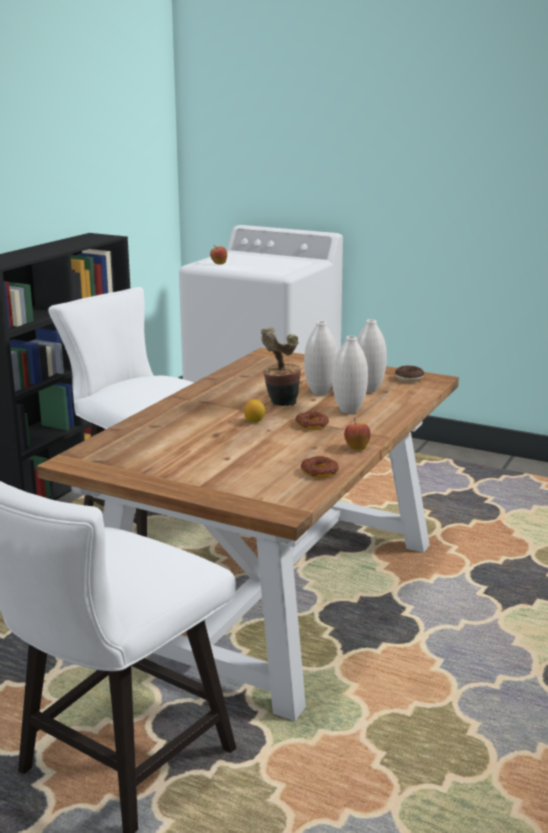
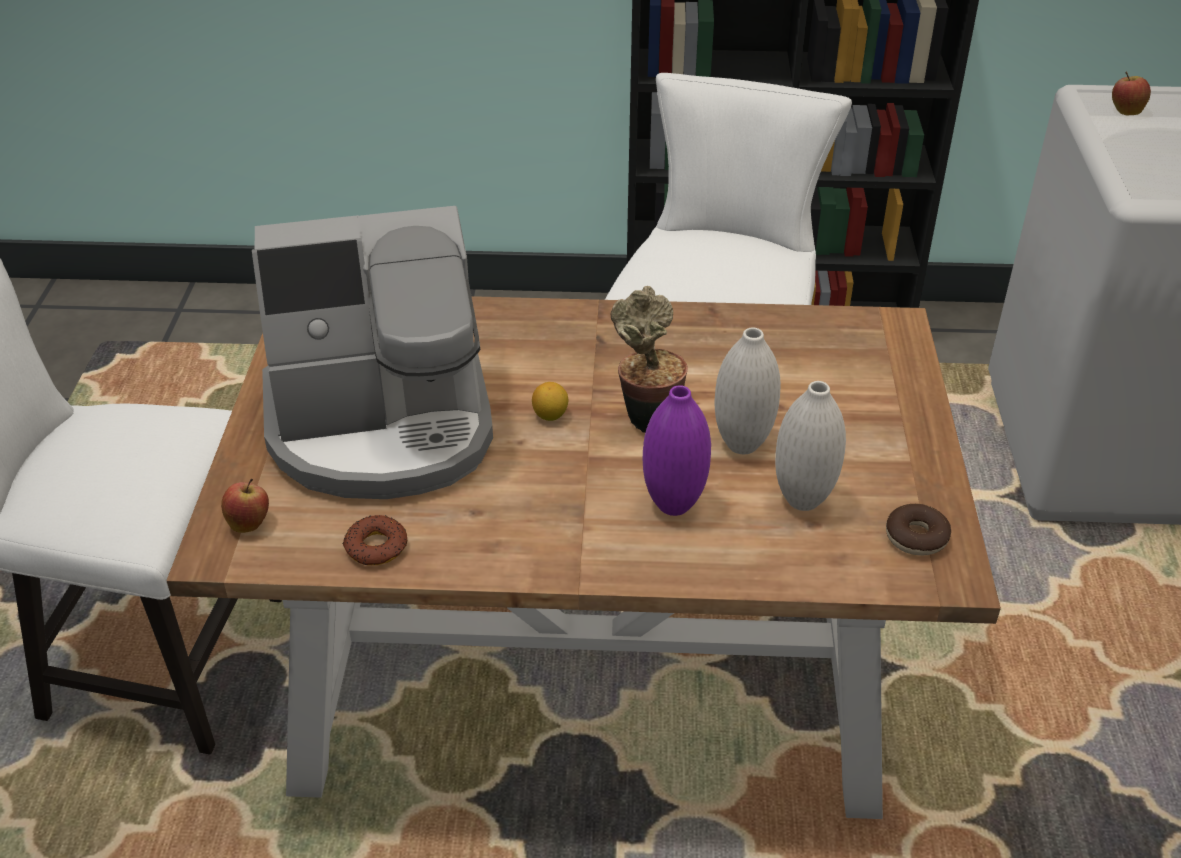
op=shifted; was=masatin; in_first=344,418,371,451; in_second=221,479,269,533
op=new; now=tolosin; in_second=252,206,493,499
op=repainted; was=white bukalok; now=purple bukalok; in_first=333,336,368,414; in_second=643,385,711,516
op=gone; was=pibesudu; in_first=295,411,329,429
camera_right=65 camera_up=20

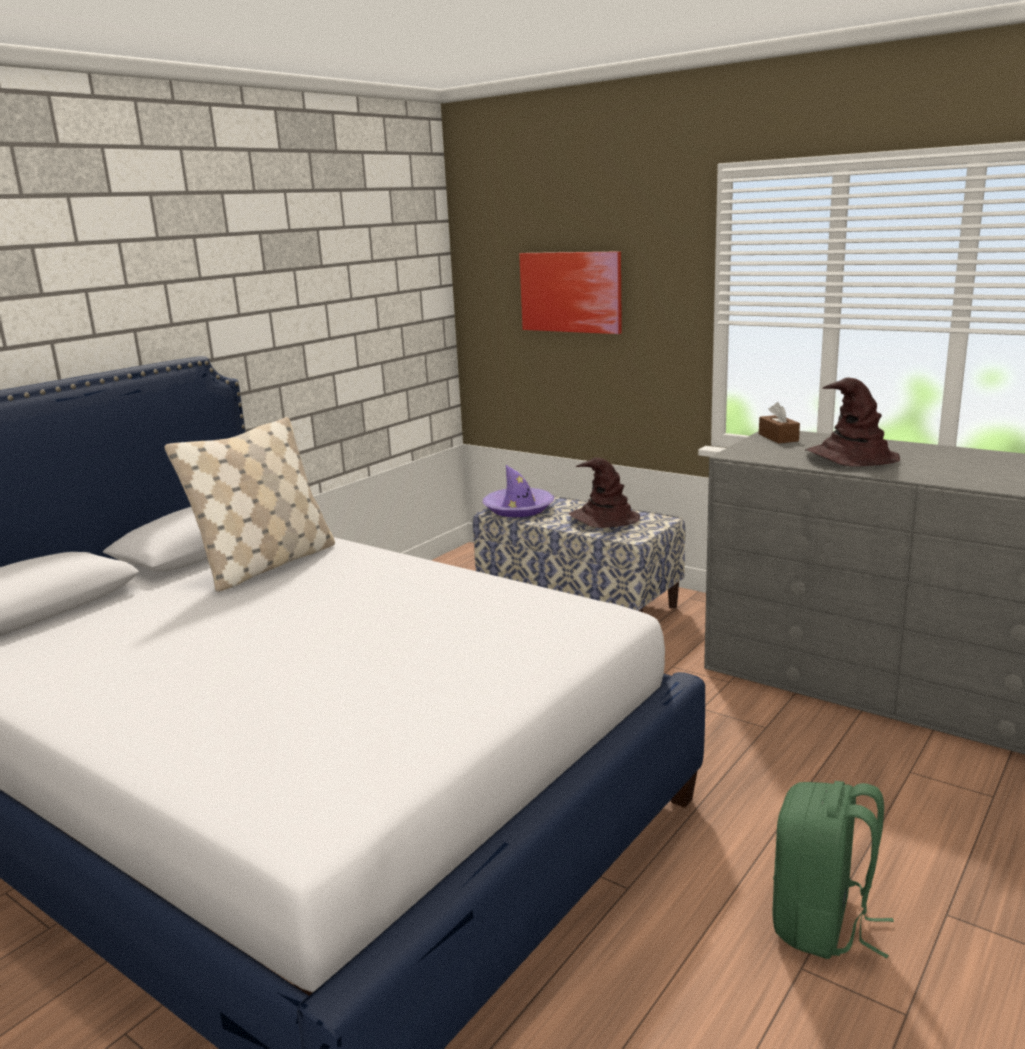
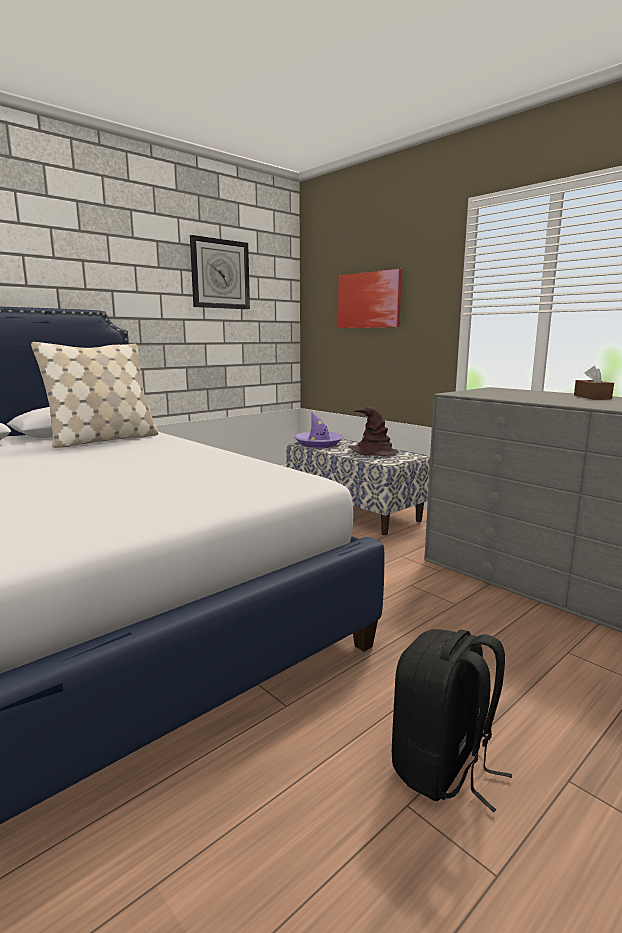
op=new; now=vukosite; in_second=190,235,250,309
op=repainted; was=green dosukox; now=black dosukox; in_first=772,781,894,959; in_second=392,629,512,812
op=shifted; was=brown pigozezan; in_first=759,402,800,444; in_second=574,366,614,399
op=gone; was=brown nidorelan; in_first=805,378,900,467
camera_right=10 camera_up=-5

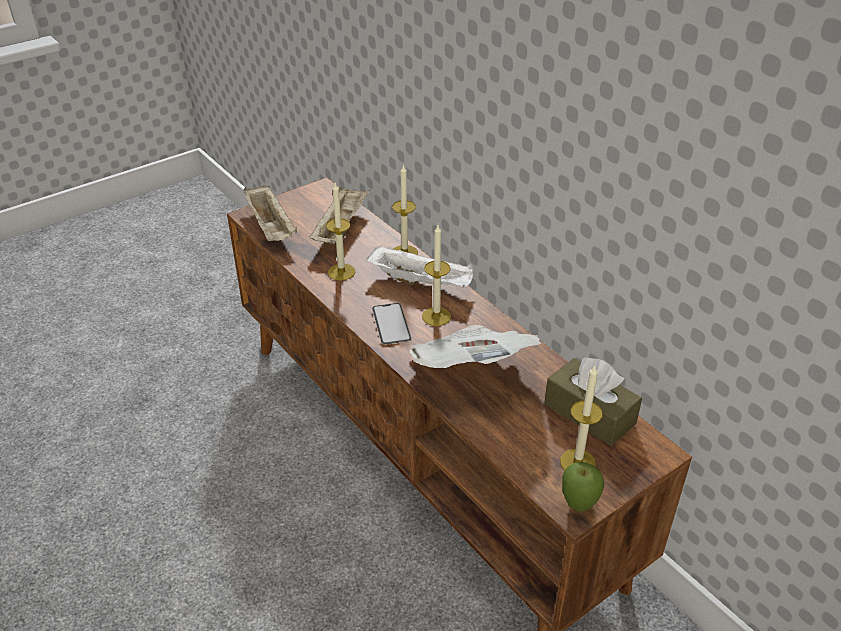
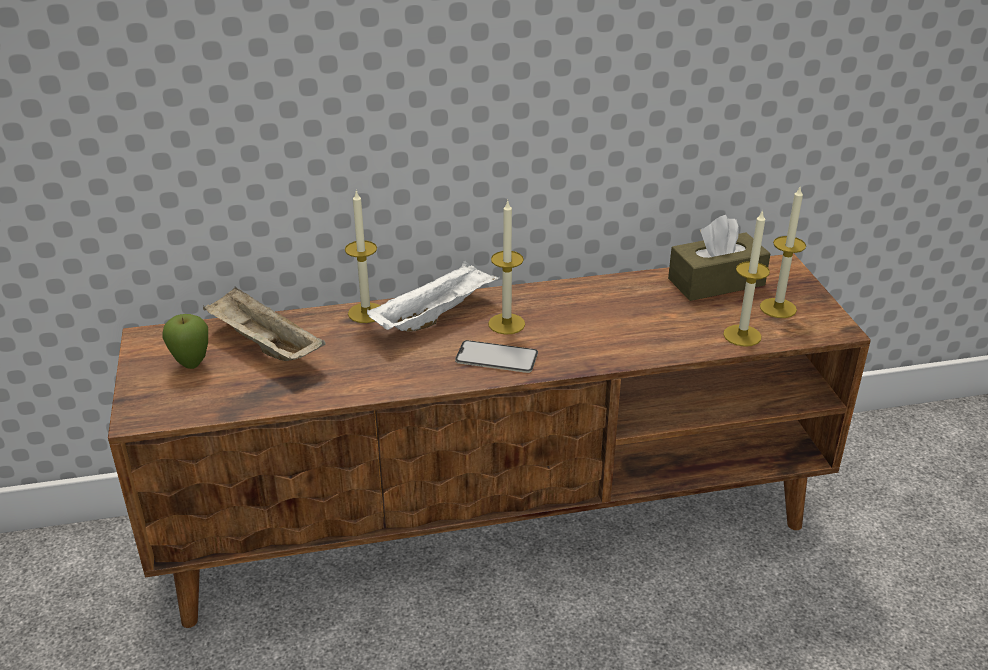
op=shifted; was=masatin; in_first=562,462,604,511; in_second=162,314,208,369
op=shifted; was=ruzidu; in_first=326,183,355,281; in_second=723,210,770,347
op=gone; was=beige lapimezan; in_first=244,185,297,241
op=gone; was=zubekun; in_first=409,325,541,368
camera_right=-65 camera_up=-5

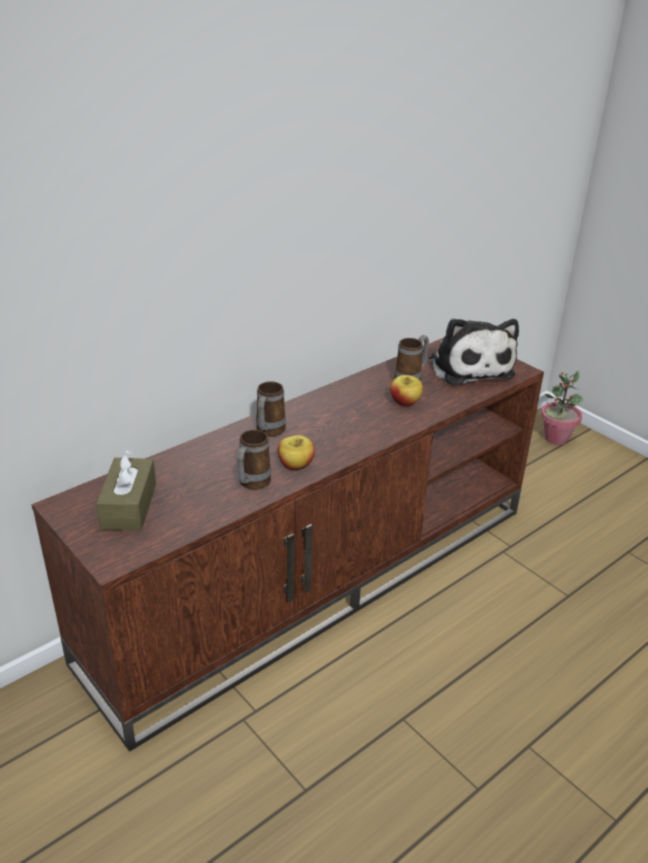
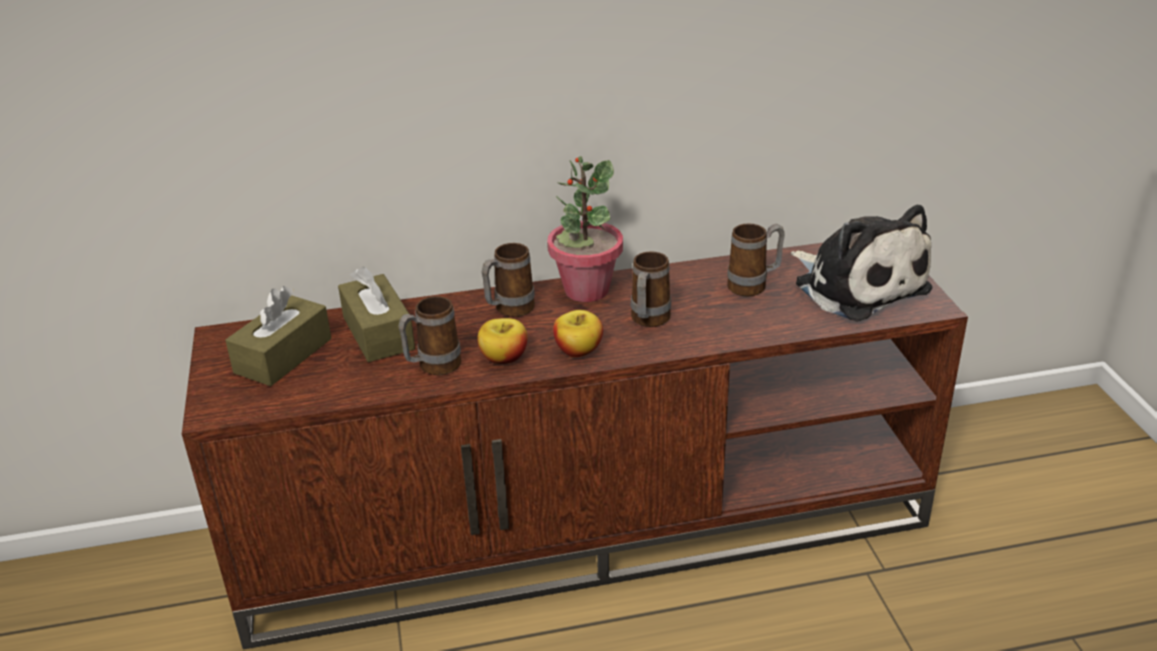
op=new; now=brown pigozezan; in_second=338,267,415,362
op=shifted; was=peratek; in_first=541,371,584,445; in_second=547,156,623,302
op=shifted; was=masatin; in_first=390,375,423,407; in_second=553,310,603,357
op=new; now=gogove; in_second=631,251,671,327
op=rotated; was=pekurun; in_first=429,318,519,385; in_second=791,205,932,322; clockwise=-45
camera_right=30 camera_up=0

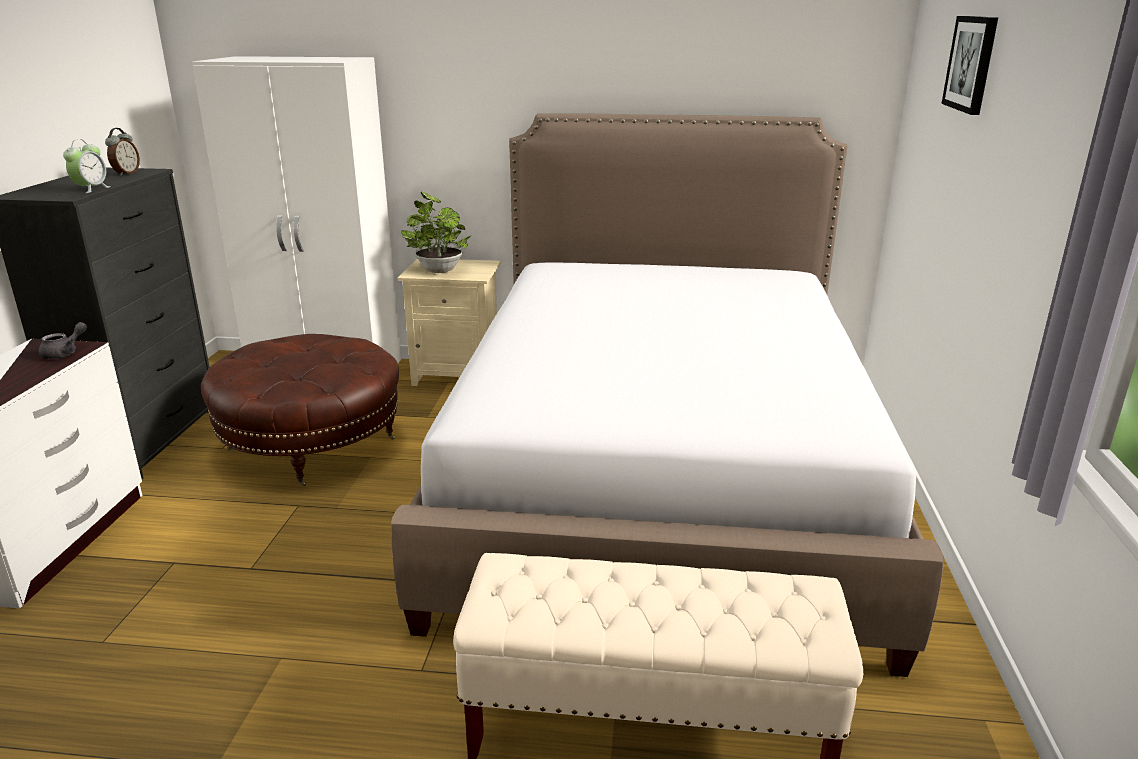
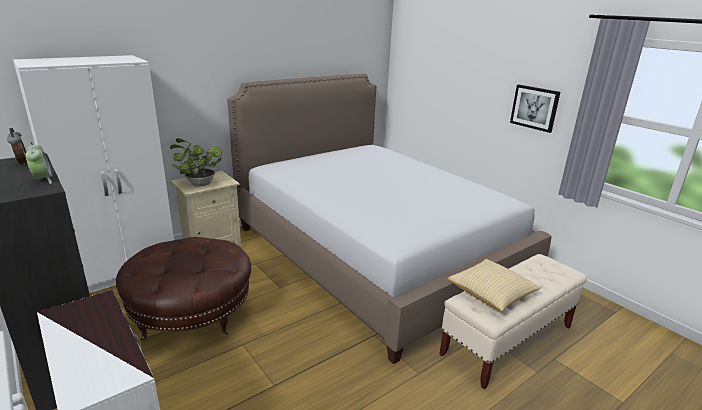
op=new; now=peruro; in_second=448,259,541,312
op=shifted; was=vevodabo; in_first=941,16,998,115; in_second=510,84,560,133
op=gone; was=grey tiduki; in_first=39,322,87,359
camera_right=-45 camera_up=0

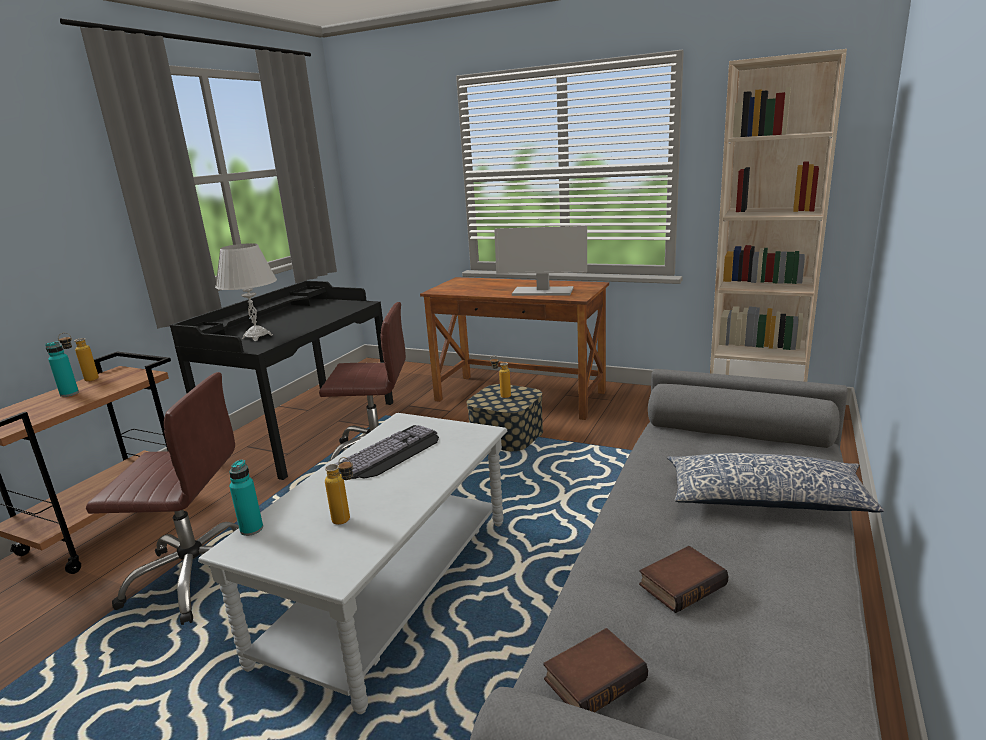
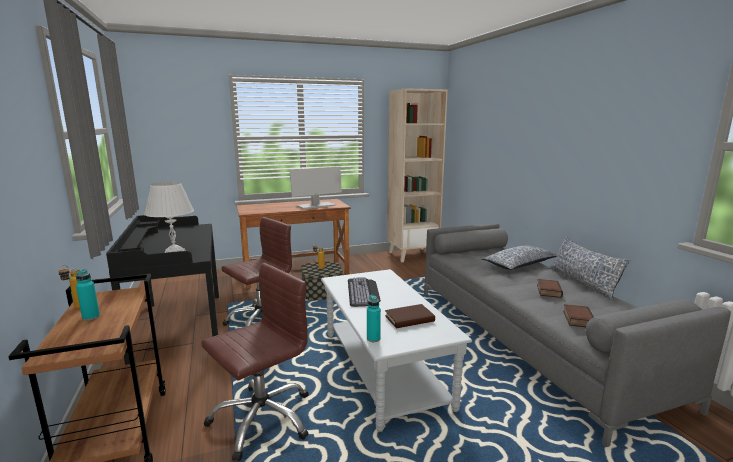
op=swapped; was=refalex; now=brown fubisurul; in_first=325,457,353,525; in_second=385,304,435,328
op=new; now=peruro; in_second=549,236,630,300
camera_right=-45 camera_up=-5

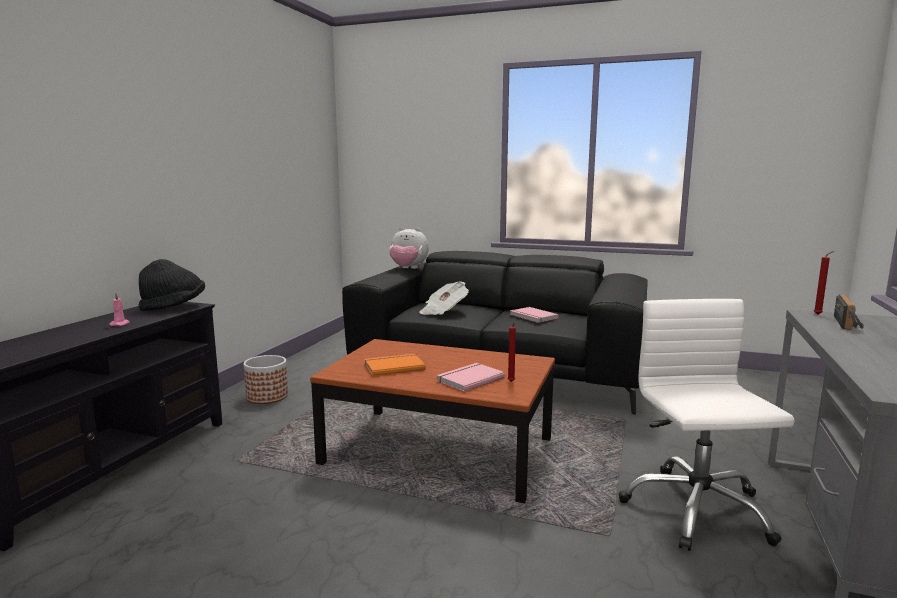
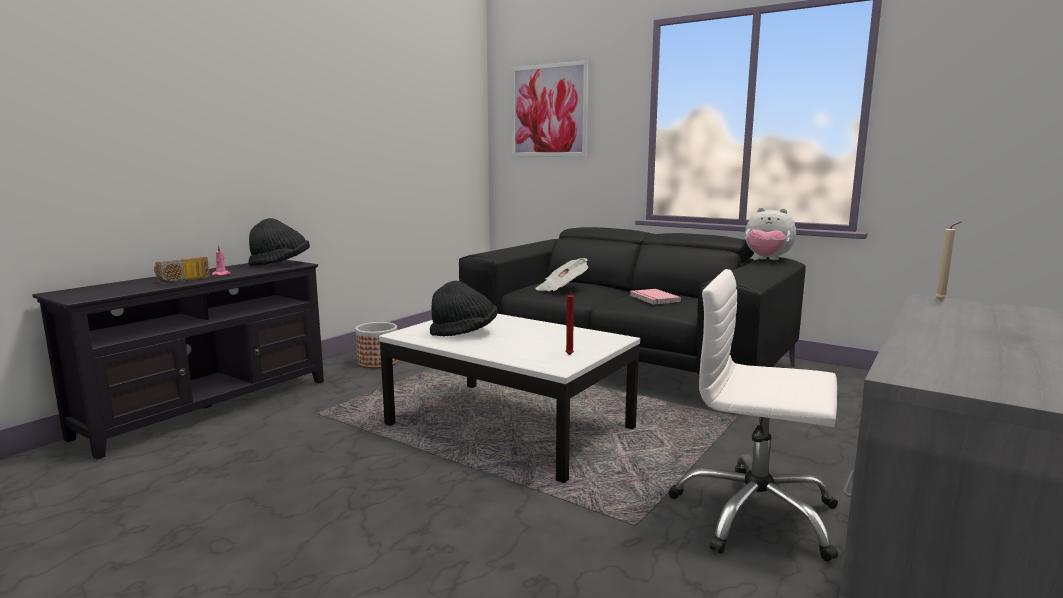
op=shifted; was=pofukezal; in_first=834,295,864,330; in_second=154,257,210,284
op=repainted; was=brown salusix; now=white salusix; in_first=310,339,555,503; in_second=379,314,640,483
op=swapped; was=orange fubisurul; now=black nidorelan; in_first=365,354,426,376; in_second=430,281,498,336
op=new; now=vevodabo; in_second=511,60,589,156
op=rotated; was=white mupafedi; in_first=619,299,795,551; in_second=668,269,838,562; clockwise=-75
op=shifted; was=pekurun; in_first=389,227,429,269; in_second=745,208,796,260
op=repainted; was=red ruzidu; now=beige ruzidu; in_first=814,251,834,315; in_second=935,222,961,301
op=gone; was=pink fubisurul; in_first=437,363,505,392
camera_right=15 camera_up=0

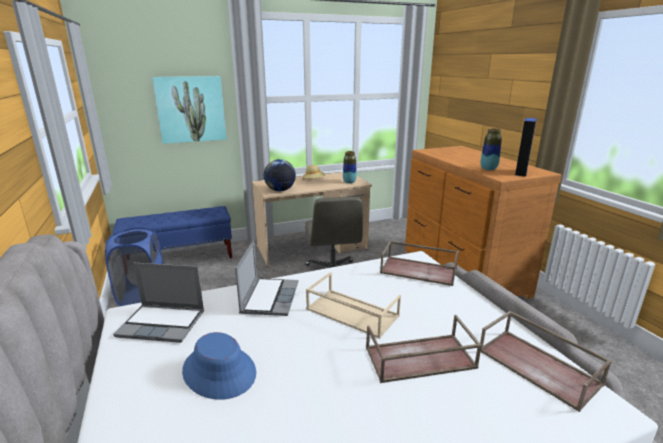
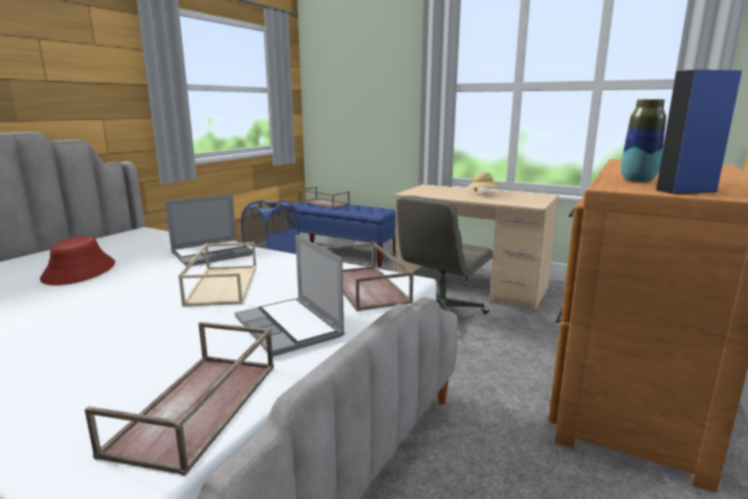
op=repainted; was=blue nidorelan; now=red nidorelan; in_first=182,332,256,400; in_second=40,236,115,285
op=shifted; was=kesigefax; in_first=113,263,204,343; in_second=235,234,345,356
op=shifted; was=brown lapimezan; in_first=366,315,482,383; in_second=299,187,350,208
op=gone; was=vevodabo; in_first=152,76,227,144
op=gone; was=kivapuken; in_first=264,159,296,191
op=gone; was=bukalok; in_first=343,151,357,184
camera_right=50 camera_up=-5

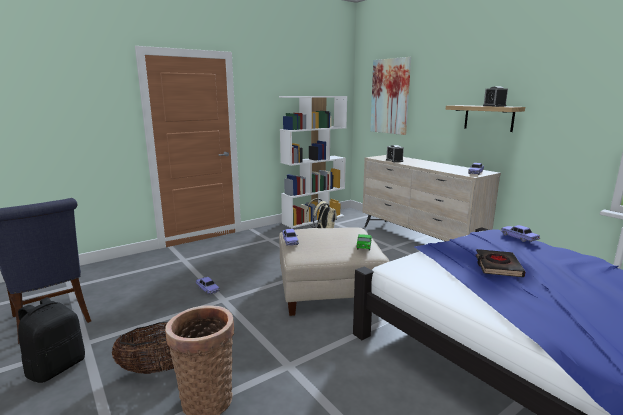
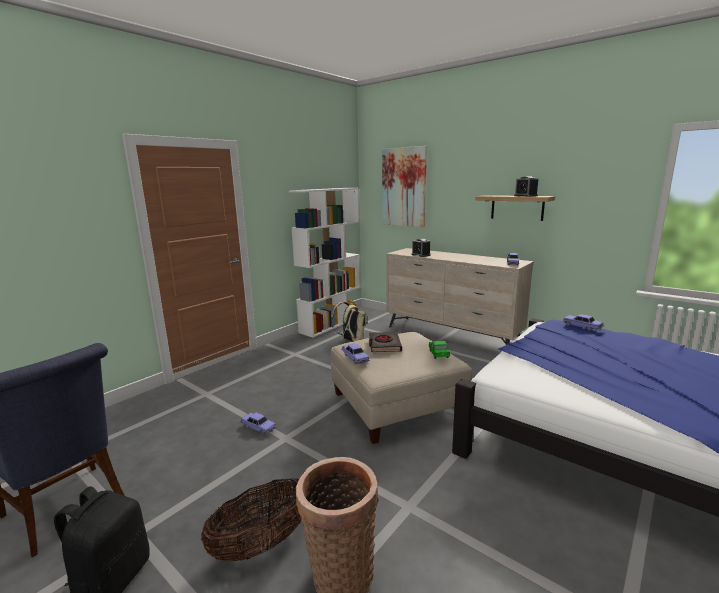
op=shifted; was=black fubisurul; in_first=476,249,525,277; in_second=369,332,402,352
camera_right=-15 camera_up=0

